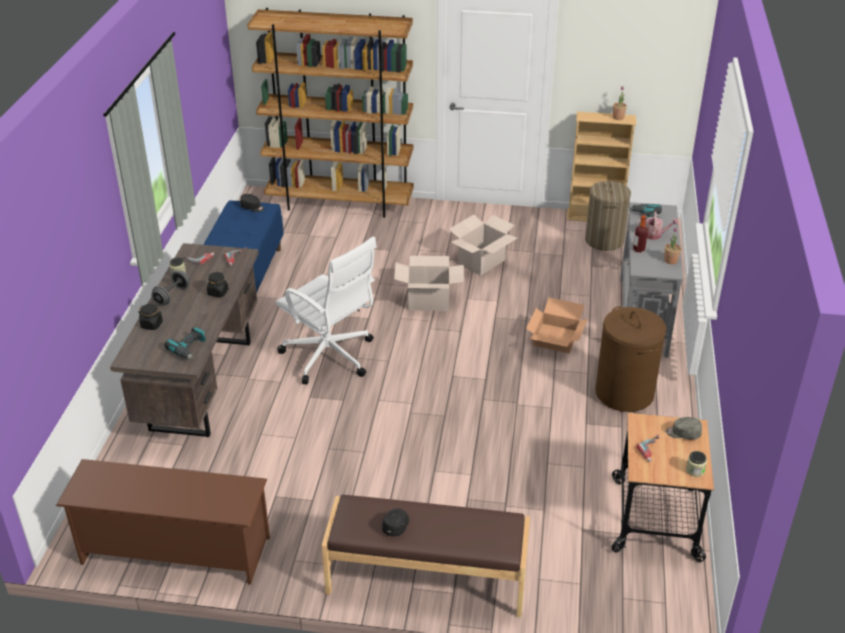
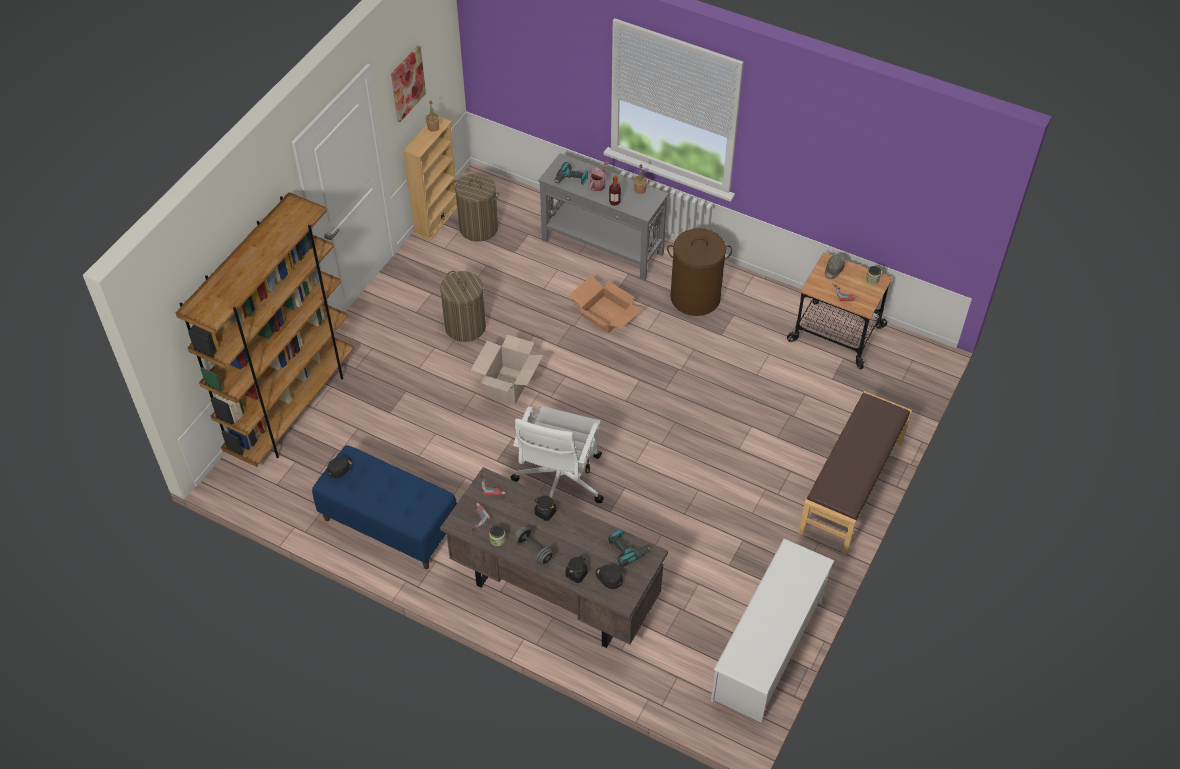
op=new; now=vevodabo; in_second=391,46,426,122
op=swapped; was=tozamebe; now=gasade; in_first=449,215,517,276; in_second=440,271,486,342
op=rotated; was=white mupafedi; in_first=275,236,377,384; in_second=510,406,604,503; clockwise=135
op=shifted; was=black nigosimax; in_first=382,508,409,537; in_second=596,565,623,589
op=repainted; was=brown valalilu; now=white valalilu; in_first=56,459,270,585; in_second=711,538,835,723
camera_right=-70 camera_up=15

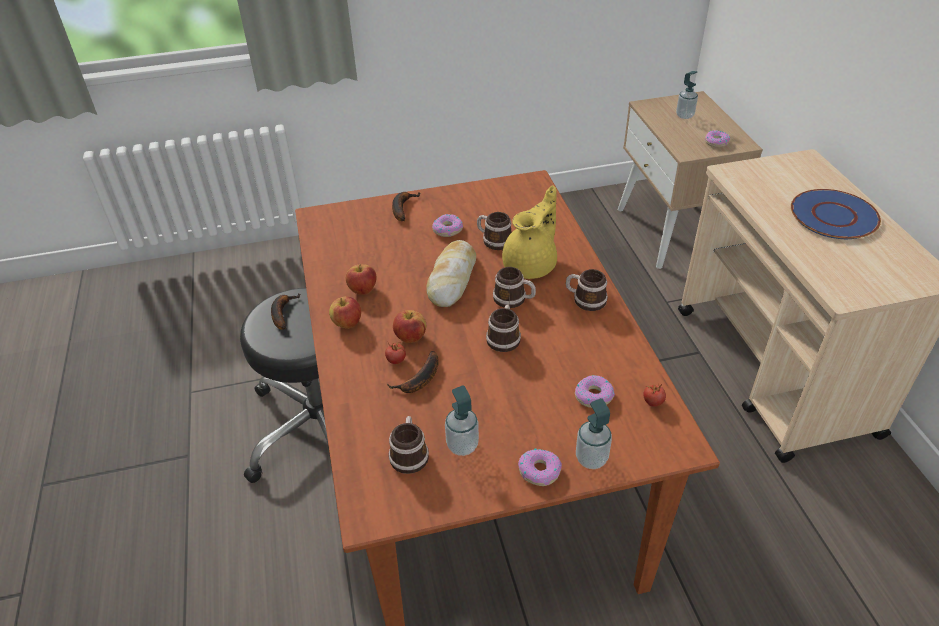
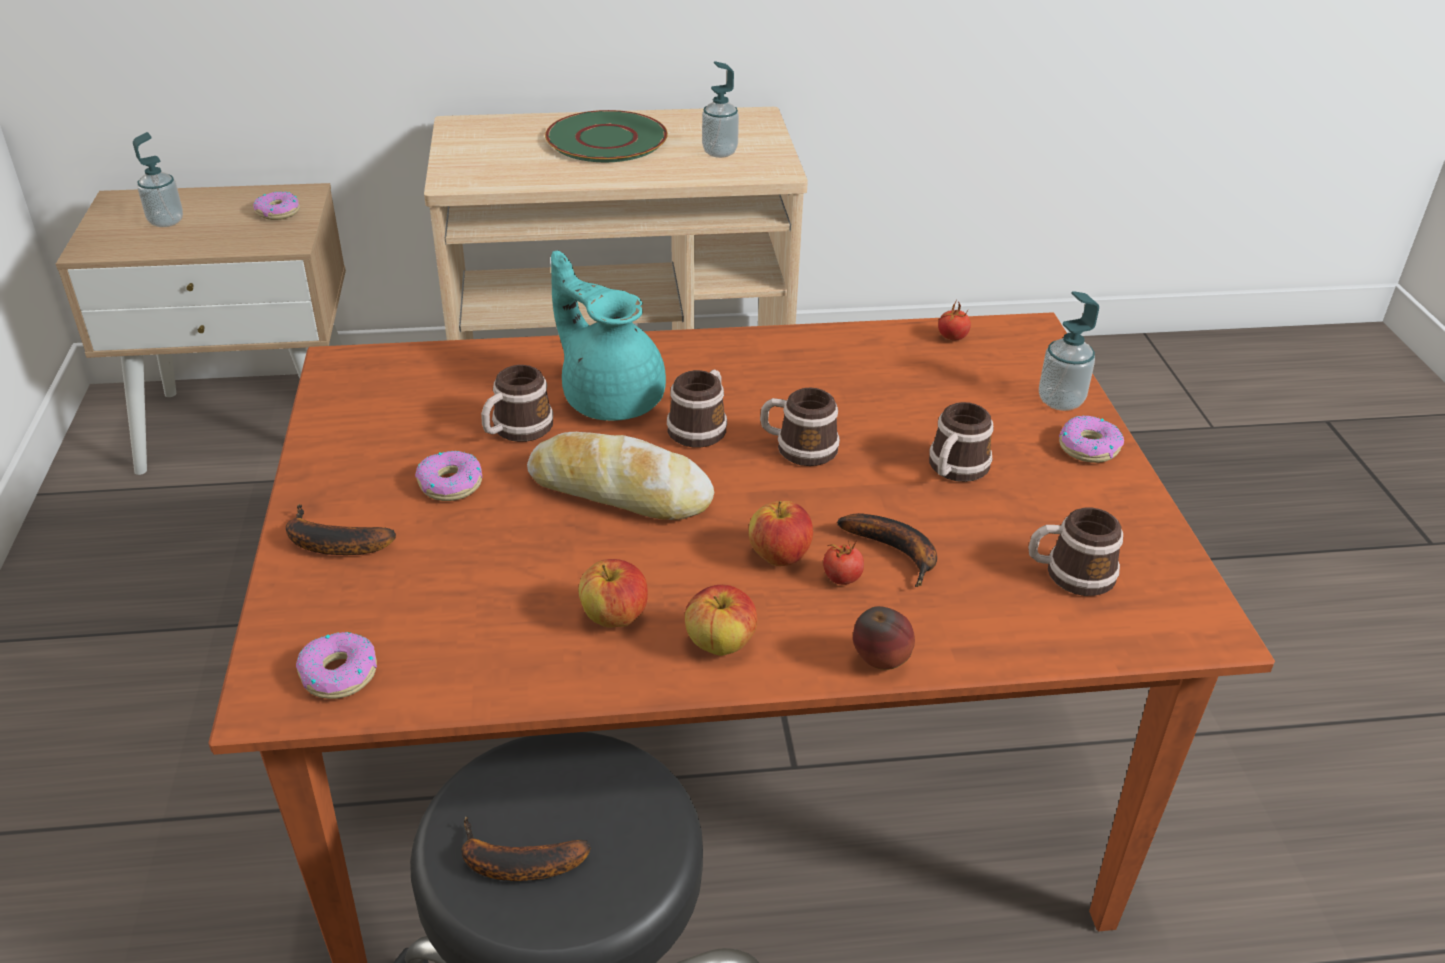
op=shifted; was=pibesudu; in_first=575,375,615,408; in_second=296,632,377,699
op=repainted; was=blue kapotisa; now=green kapotisa; in_first=791,189,881,239; in_second=545,110,668,162
op=repainted; was=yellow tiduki; now=turquoise tiduki; in_first=502,185,557,279; in_second=551,251,666,421
op=shifted; was=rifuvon; in_first=445,386,479,456; in_second=702,61,739,158
op=new; now=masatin; in_second=853,606,915,670
op=shifted; was=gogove; in_first=566,269,608,311; in_second=929,402,994,482
camera_right=-85 camera_up=-5

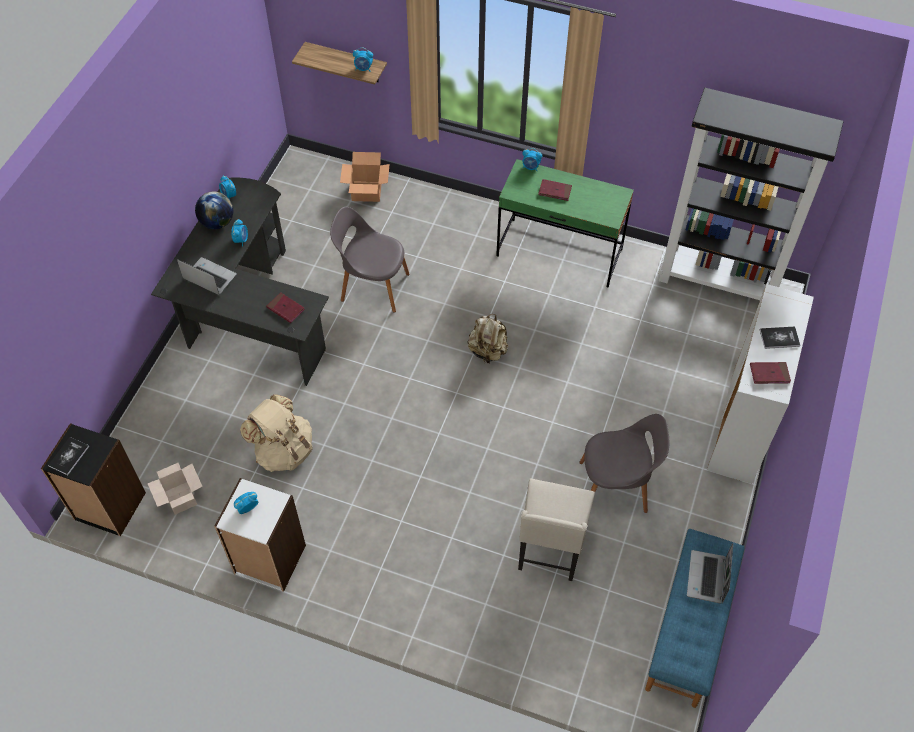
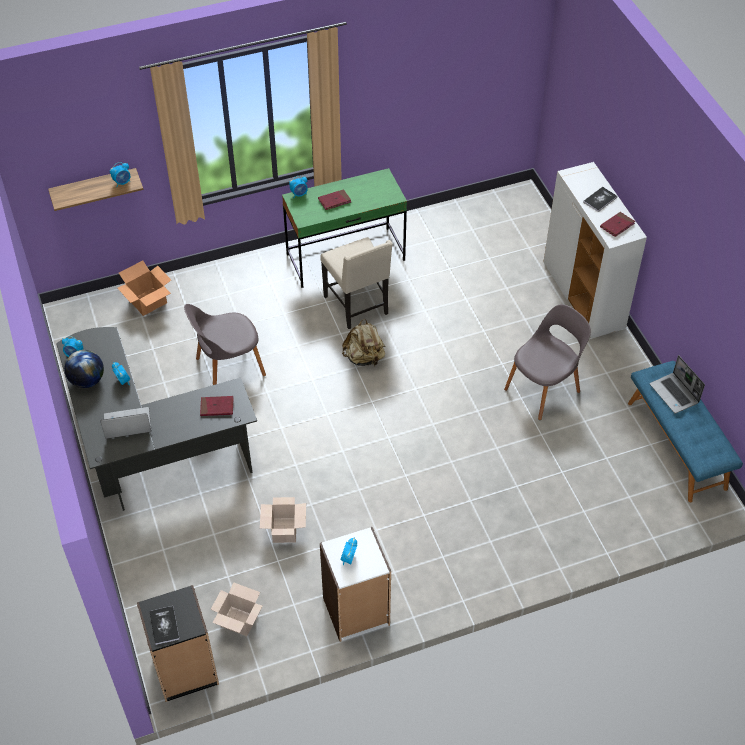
op=swapped; was=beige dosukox; now=tozamebe; in_first=240,394,312,472; in_second=260,497,306,543
op=shifted; was=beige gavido; in_first=518,479,595,581; in_second=320,237,393,329
op=gone; was=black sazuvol; in_first=658,88,844,300
camera_right=-40 camera_up=-5

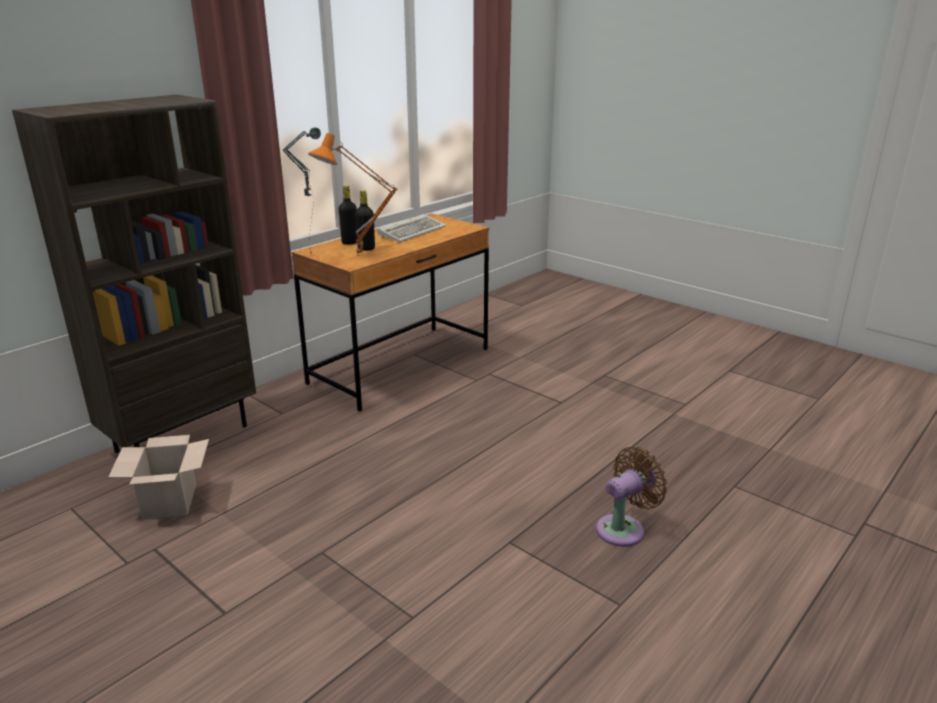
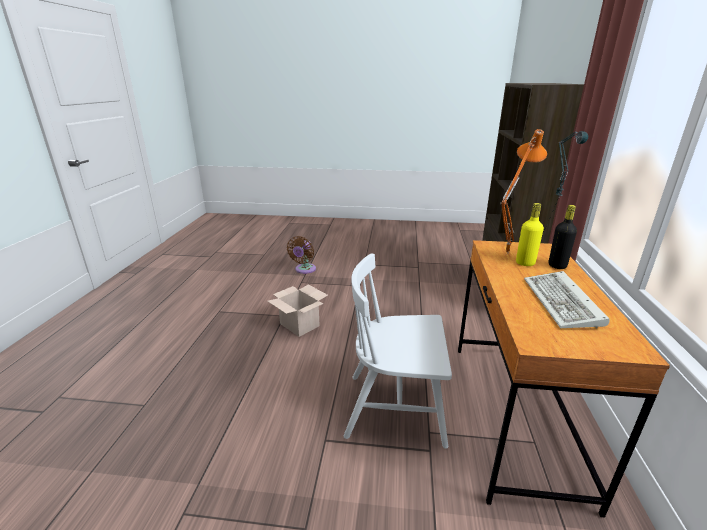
op=shifted; was=tozamebe; in_first=108,435,209,519; in_second=268,284,328,337
op=shifted; was=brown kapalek; in_first=596,447,667,547; in_second=287,236,316,274
op=new; now=white gavido; in_second=344,253,452,449
op=repainted; was=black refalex; now=yellow refalex; in_first=355,190,375,251; in_second=516,203,544,266
camera_right=145 camera_up=0

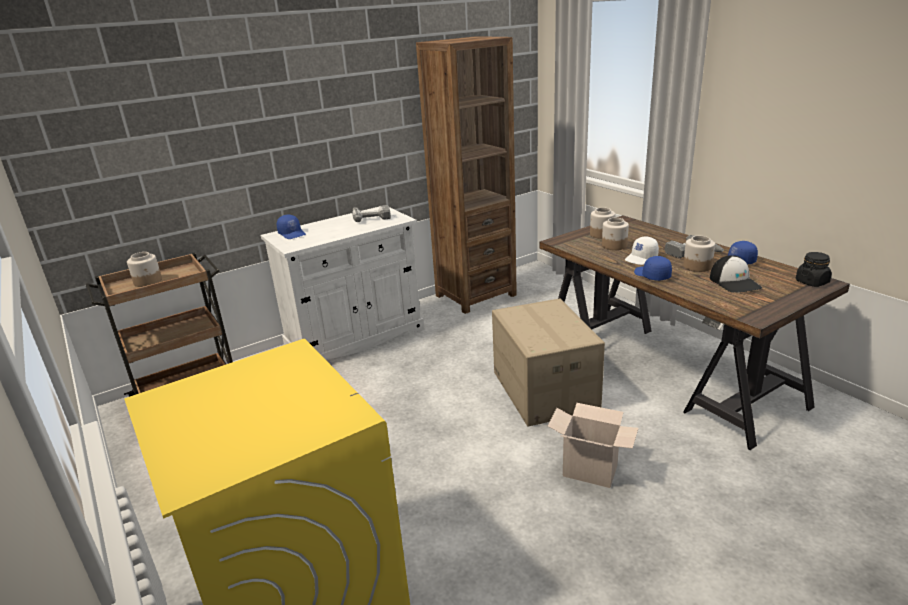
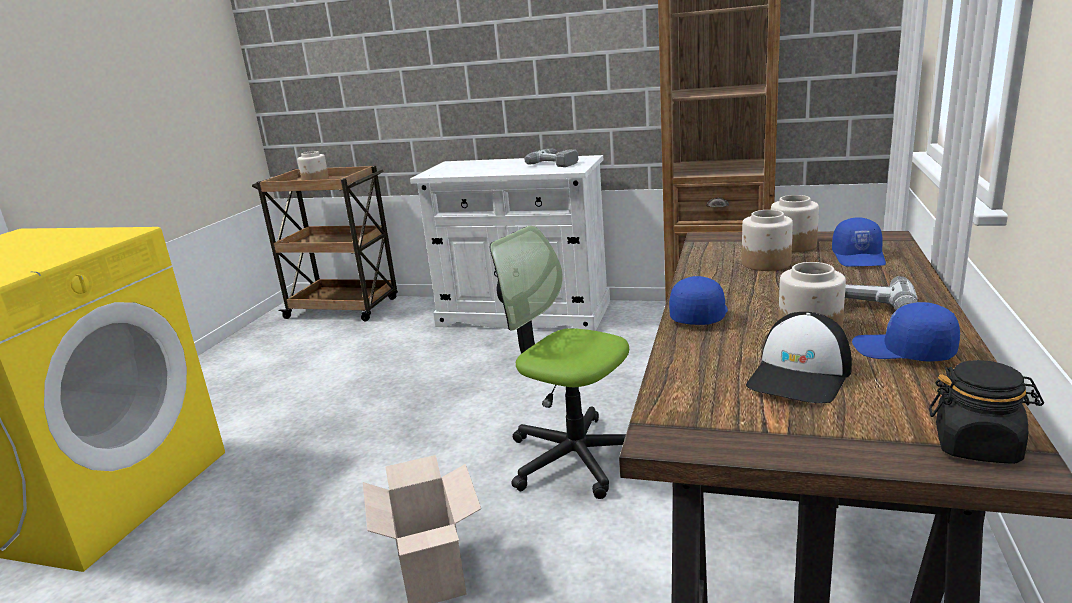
op=swapped; was=tozamebe; now=mupafedi; in_first=492,298,605,427; in_second=490,226,629,499
op=shifted; was=blue nigosimax; in_first=277,215,306,239; in_second=832,217,886,267
op=gone; was=white nigosimax; in_first=625,237,659,265
camera_right=50 camera_up=-5

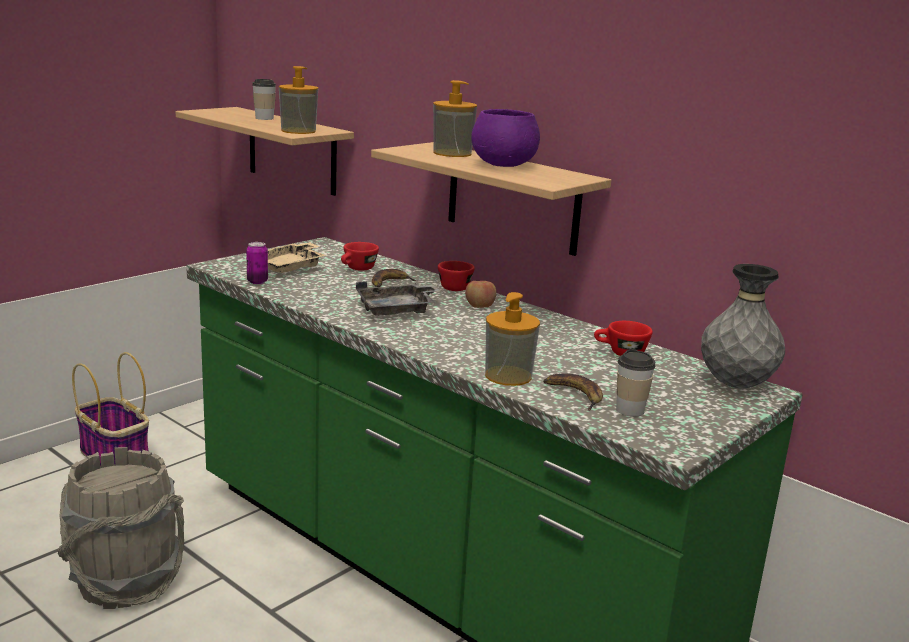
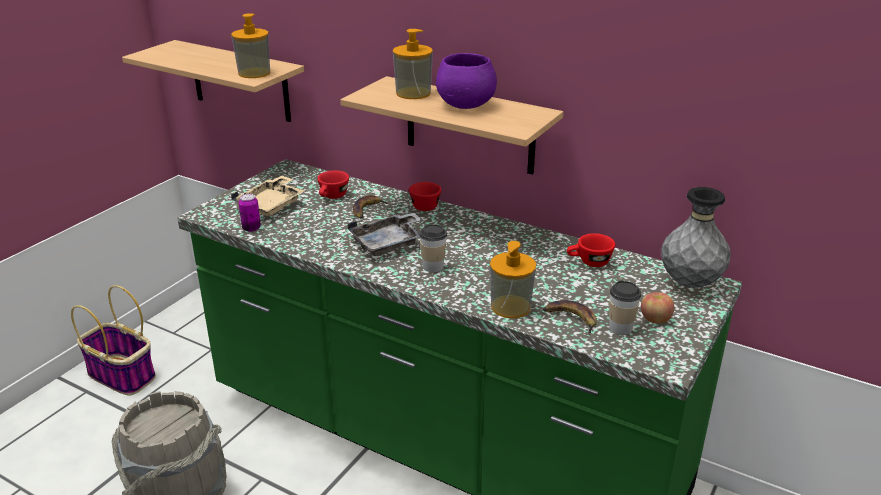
op=shifted; was=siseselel; in_first=252,79,276,120; in_second=419,224,447,272
op=shifted; was=masatin; in_first=465,281,496,308; in_second=641,292,674,323
camera_right=-10 camera_up=10

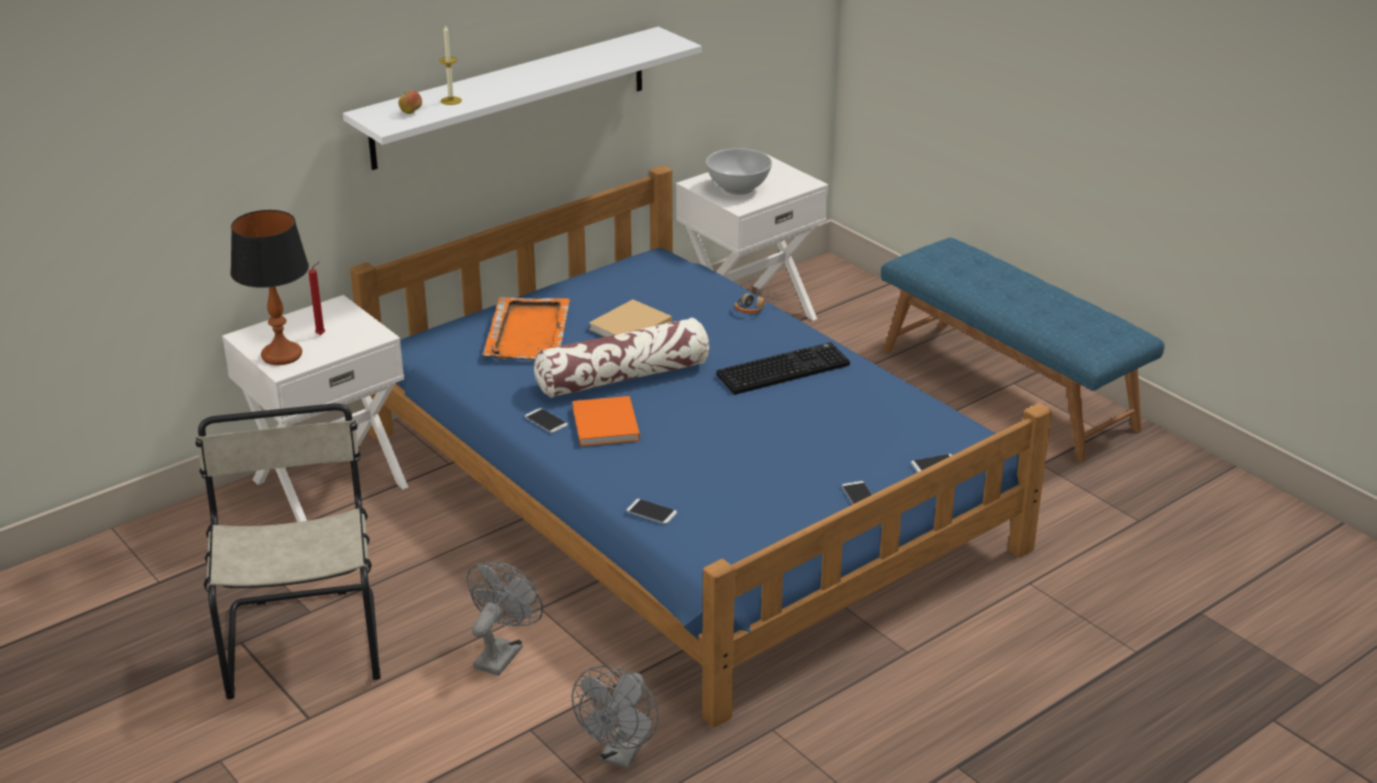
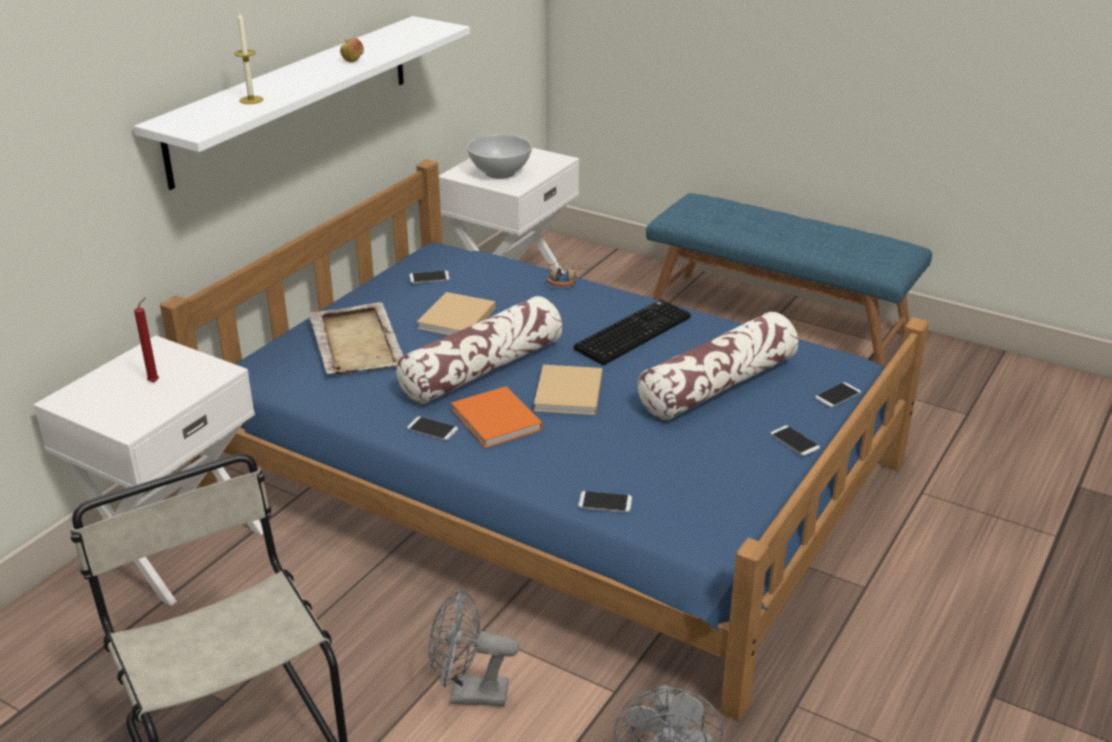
op=repainted; was=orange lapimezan; now=beige lapimezan; in_first=483,297,570,360; in_second=308,302,403,375
op=shifted; was=masatin; in_first=398,90,422,114; in_second=340,38,364,62
op=new; now=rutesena; in_second=410,271,450,283
op=rotated; was=grey kapalek; in_first=466,562,543,676; in_second=428,588,519,707; clockwise=-90
op=new; now=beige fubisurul; in_second=534,365,602,415
op=new; now=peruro; in_second=638,312,798,420
op=gone; was=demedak; in_first=230,210,309,365
camera_right=-20 camera_up=0

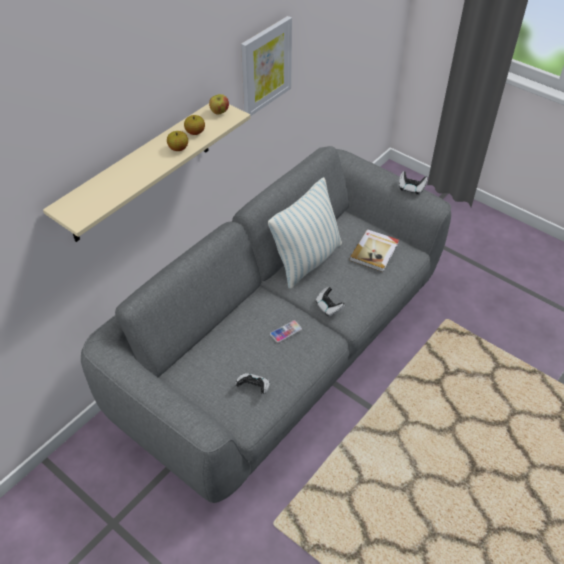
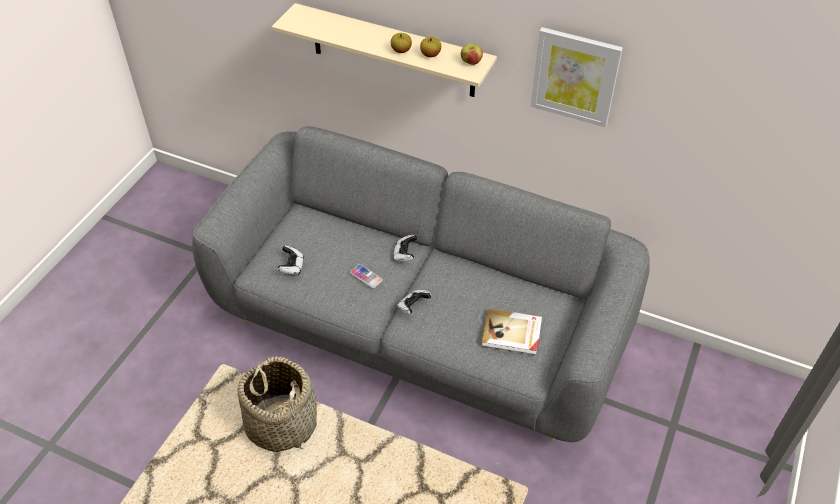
op=new; now=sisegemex; in_second=238,356,317,452
op=shifted; was=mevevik; in_first=399,171,428,195; in_second=393,235,417,262
op=gone; was=peruro; in_first=268,178,342,289
camera_right=75 camera_up=0

